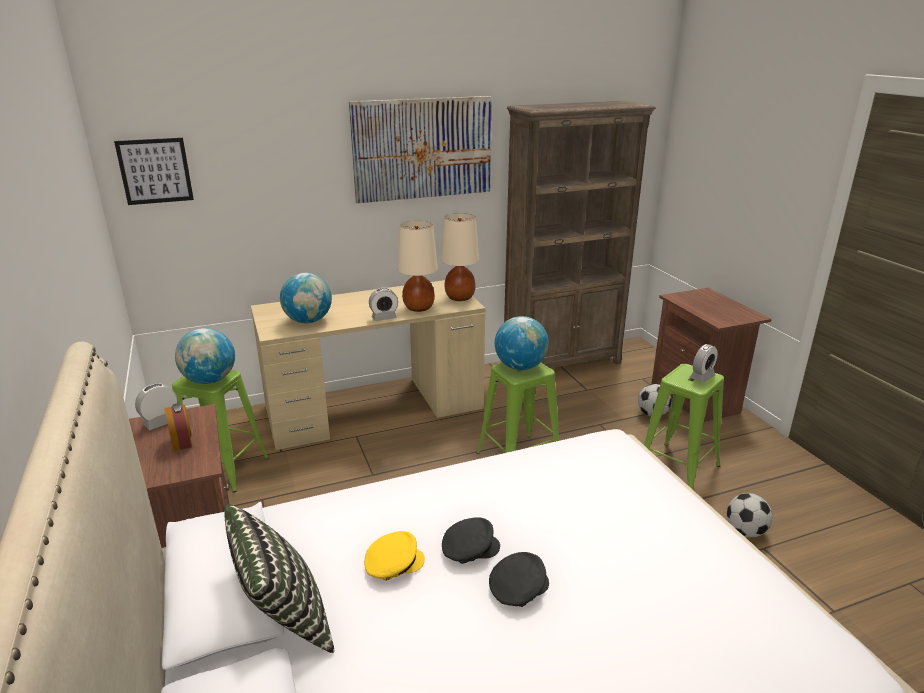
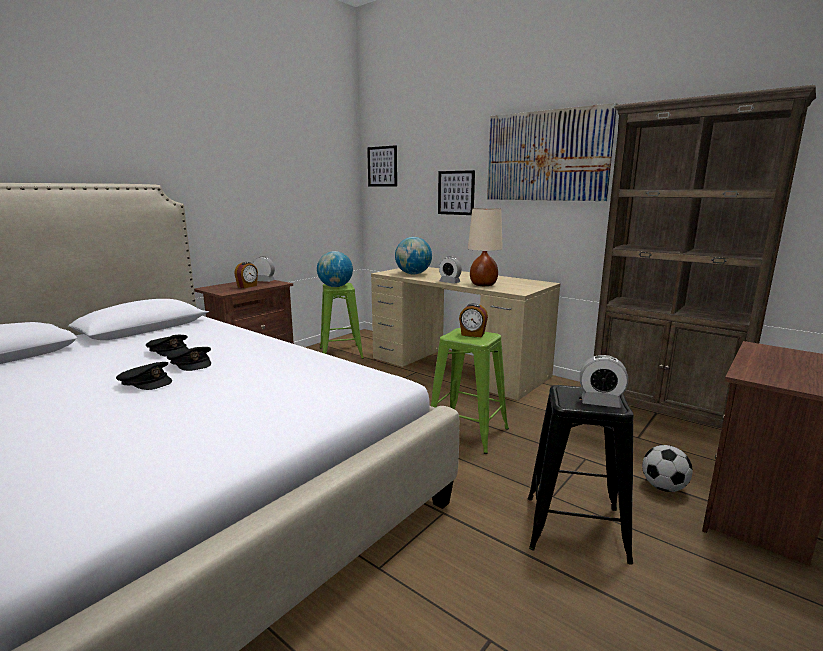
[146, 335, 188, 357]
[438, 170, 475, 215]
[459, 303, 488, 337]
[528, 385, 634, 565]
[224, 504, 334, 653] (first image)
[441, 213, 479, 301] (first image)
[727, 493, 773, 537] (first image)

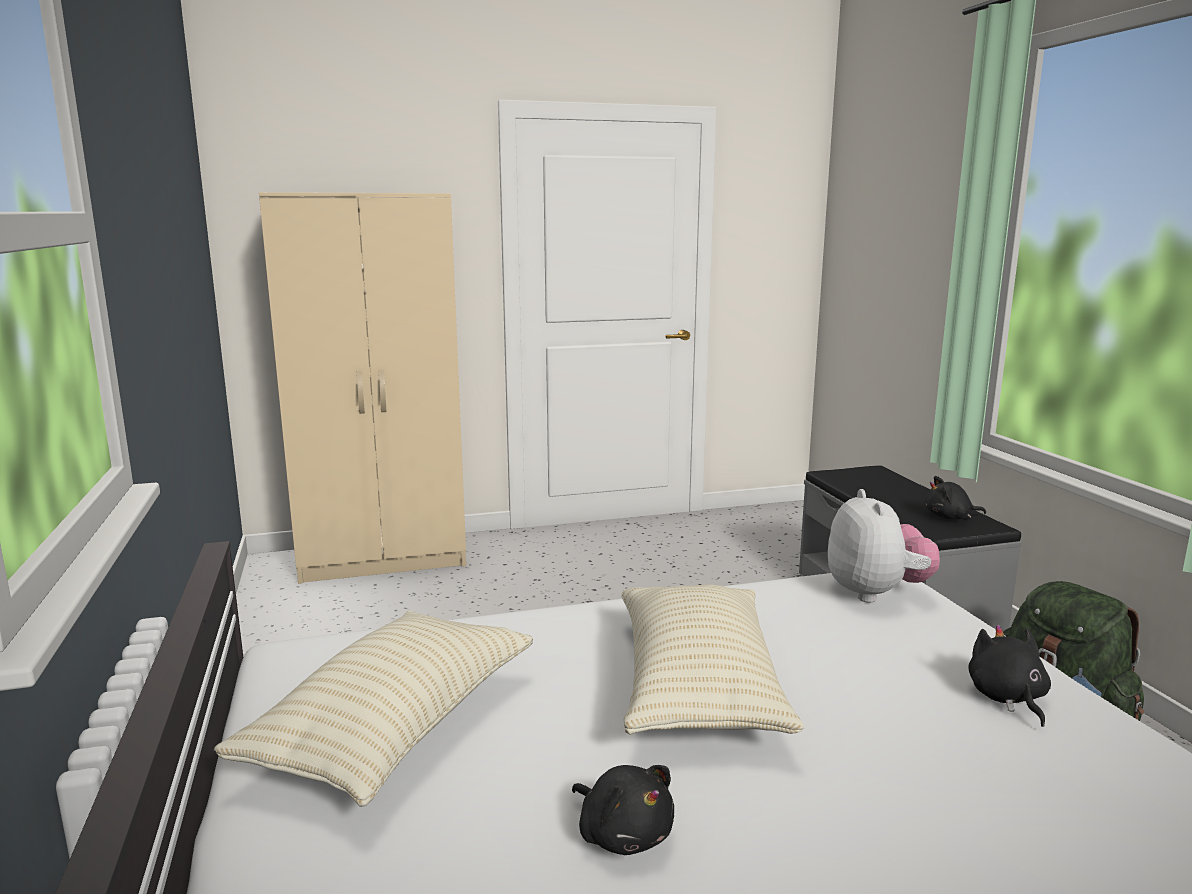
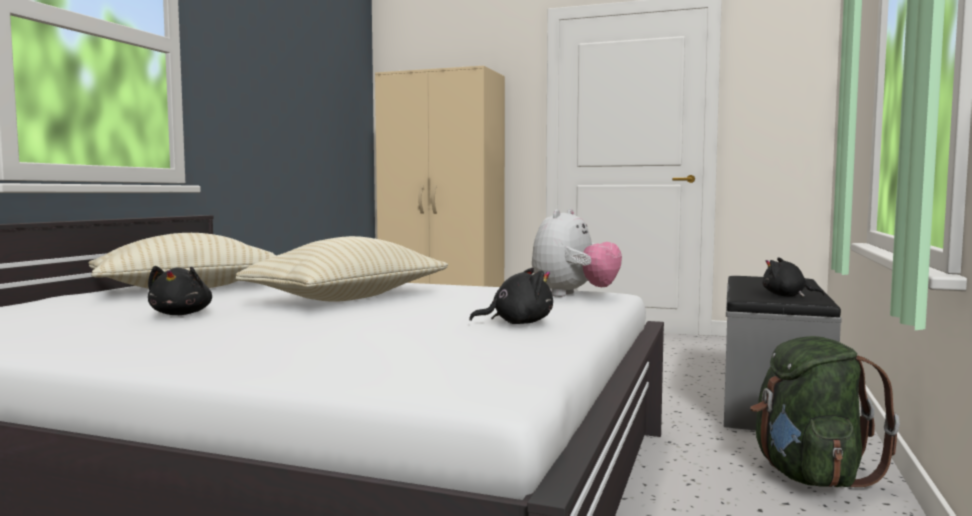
[469, 268, 553, 324]

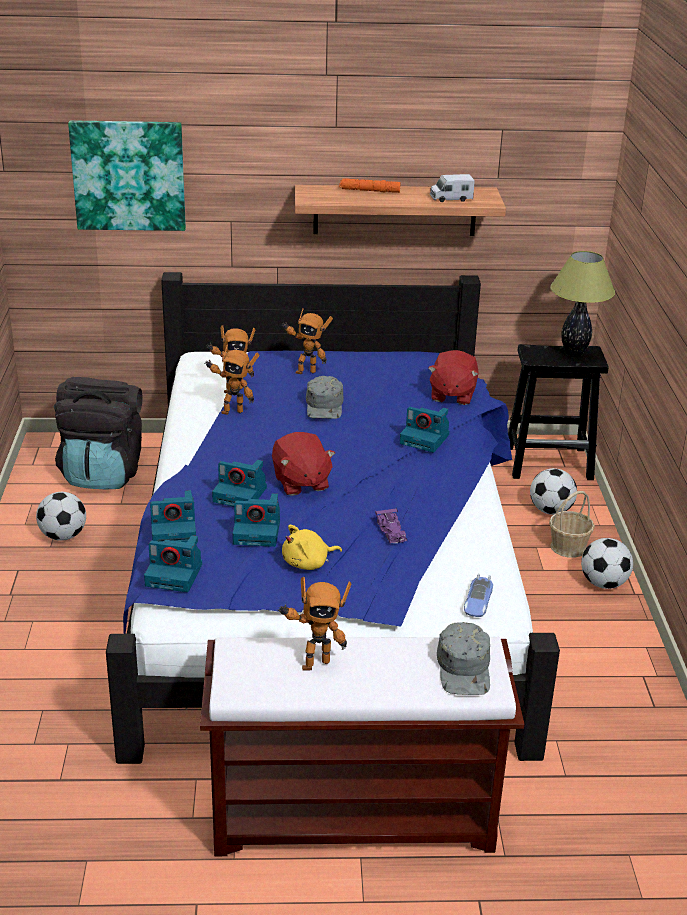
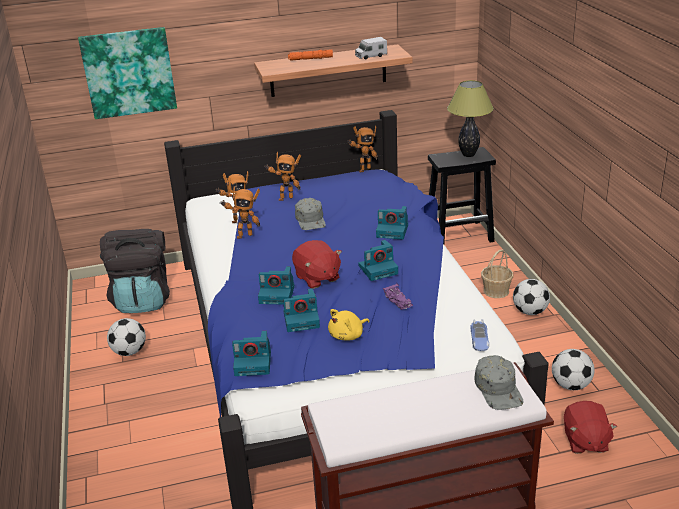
[347, 126, 378, 173]
[358, 240, 398, 281]
[552, 349, 594, 390]
[564, 401, 617, 454]

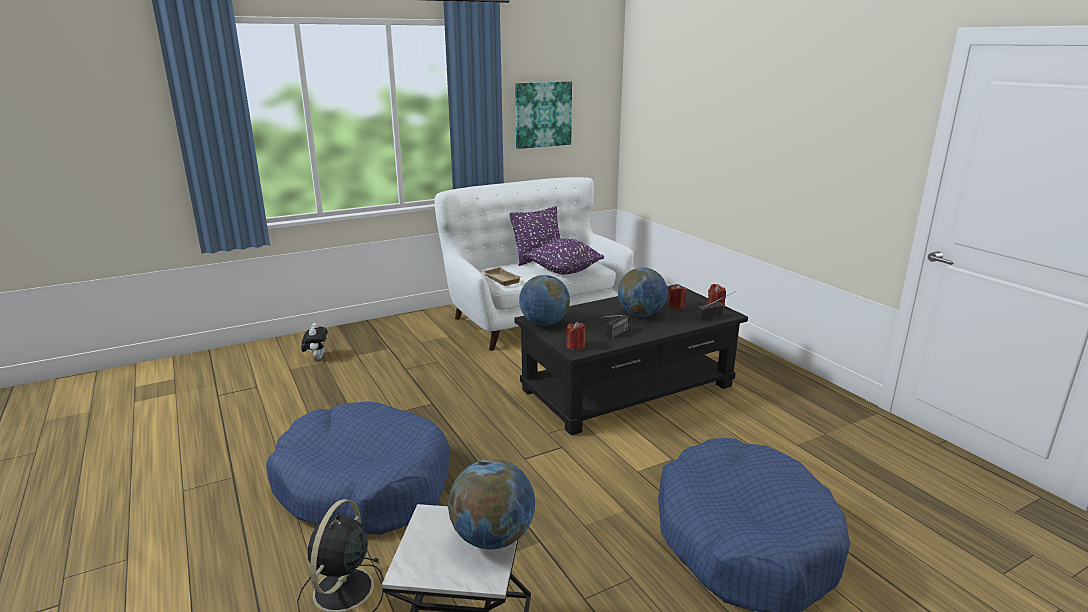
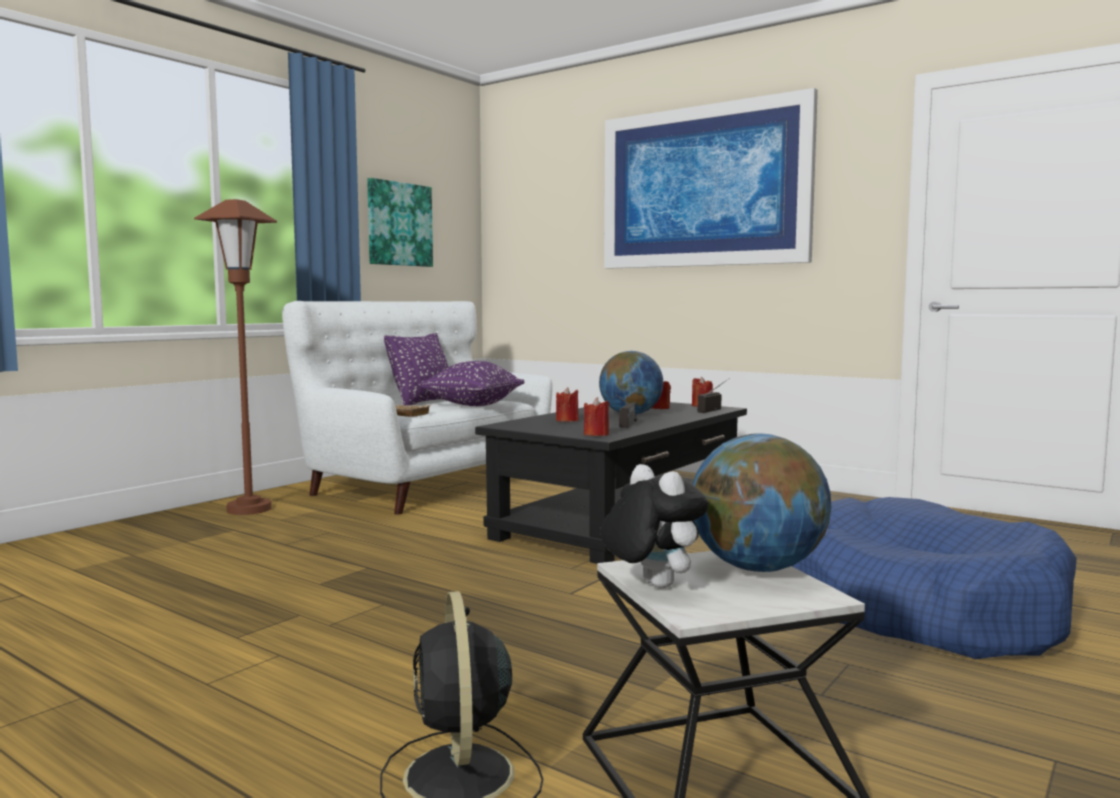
[194, 199, 277, 515]
[556, 387, 579, 422]
[600, 464, 708, 588]
[604, 88, 818, 269]
[266, 401, 449, 535] (first image)
[519, 275, 570, 326] (first image)

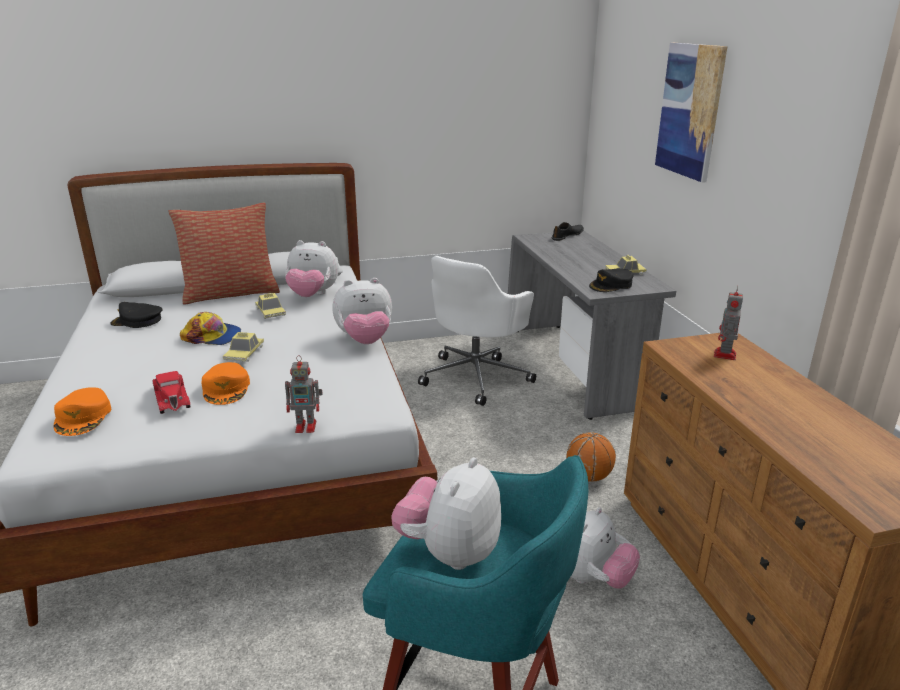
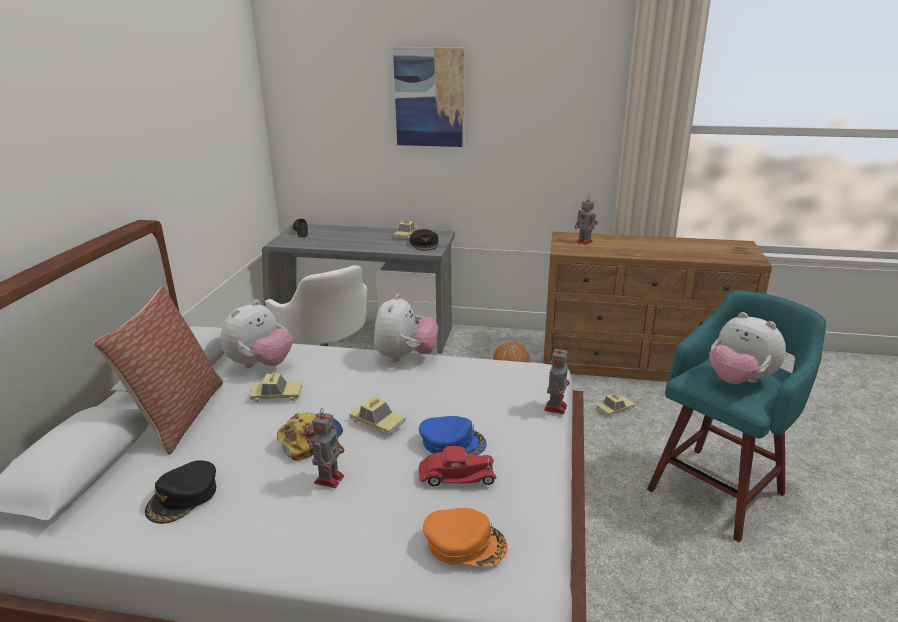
[312, 408, 344, 488]
[419, 416, 487, 455]
[596, 393, 635, 417]

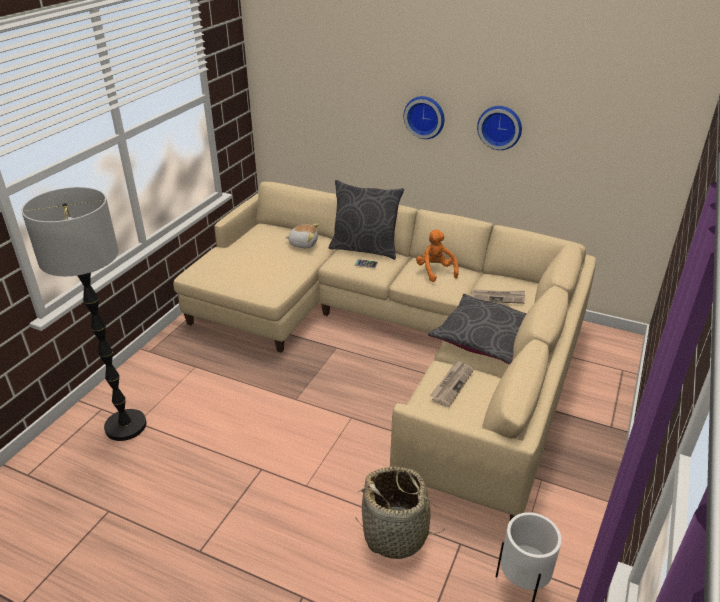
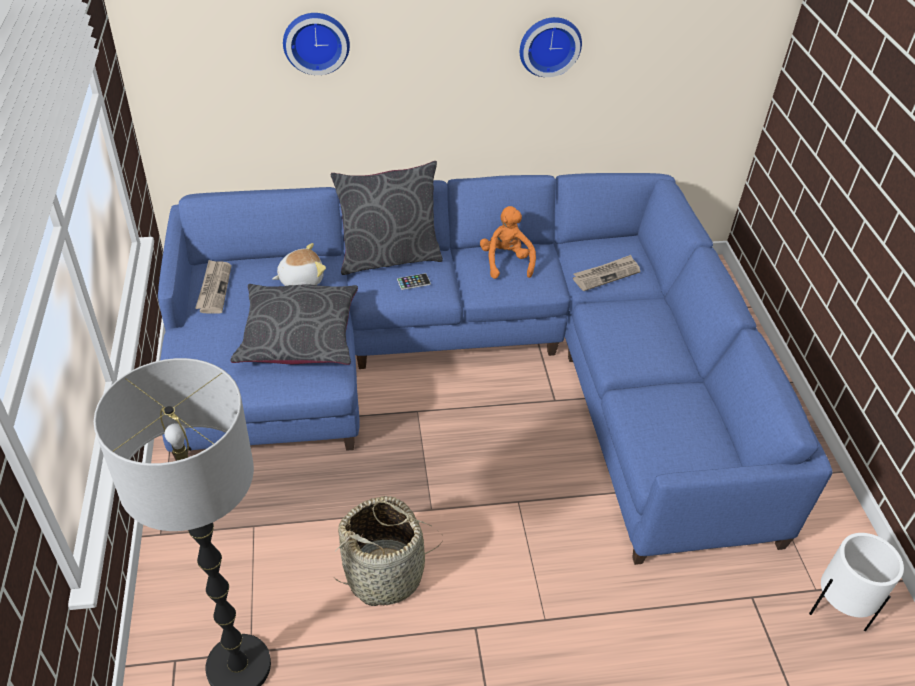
[158, 173, 833, 565]
[195, 260, 231, 314]
[230, 284, 358, 365]
[283, 13, 350, 75]
[335, 496, 443, 606]
[480, 206, 536, 279]

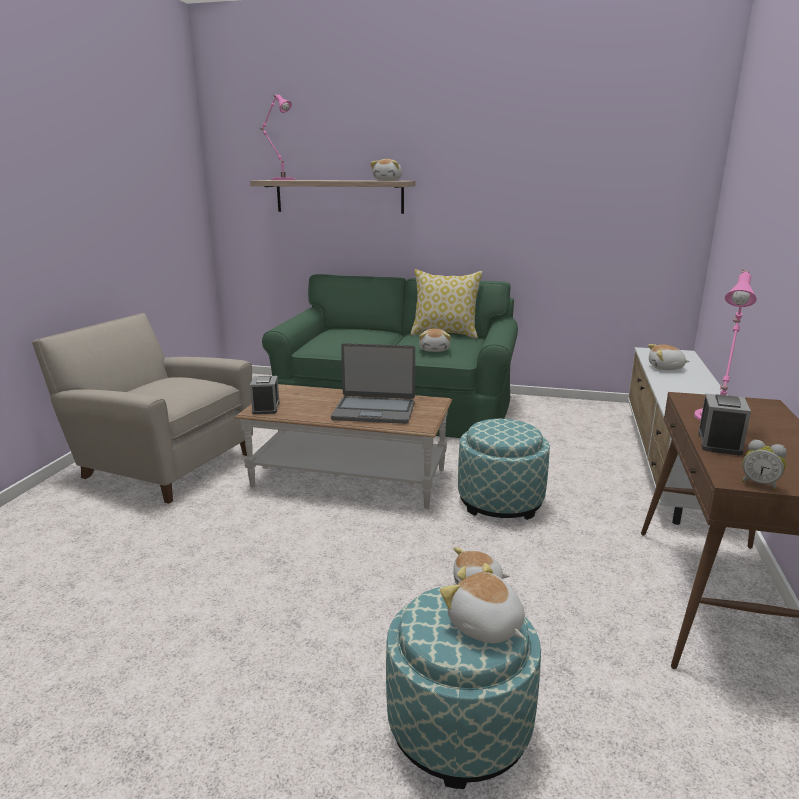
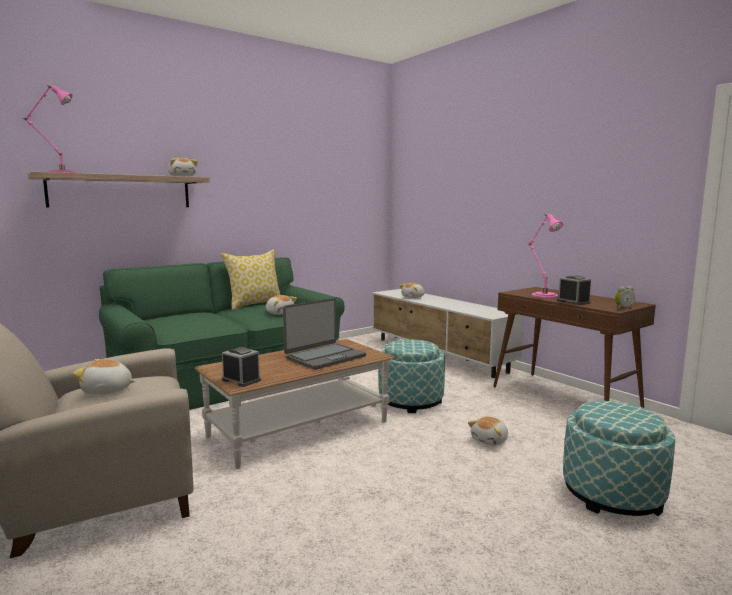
[73, 359, 136, 395]

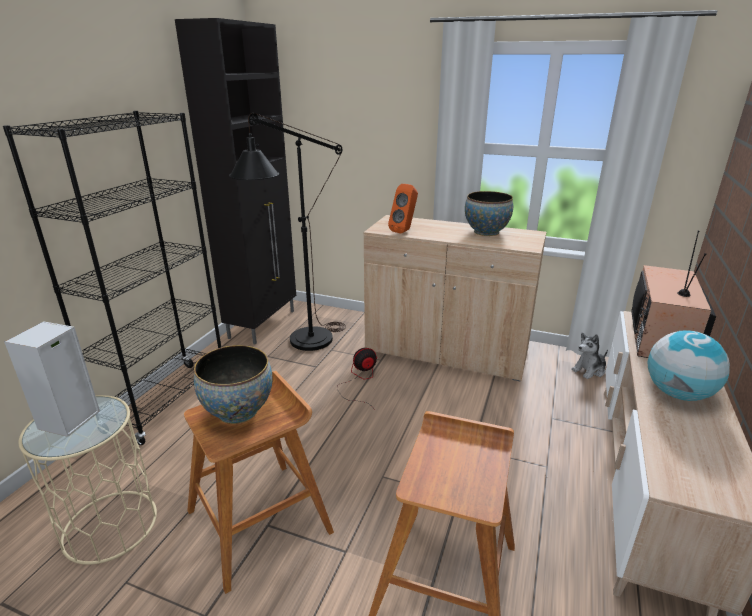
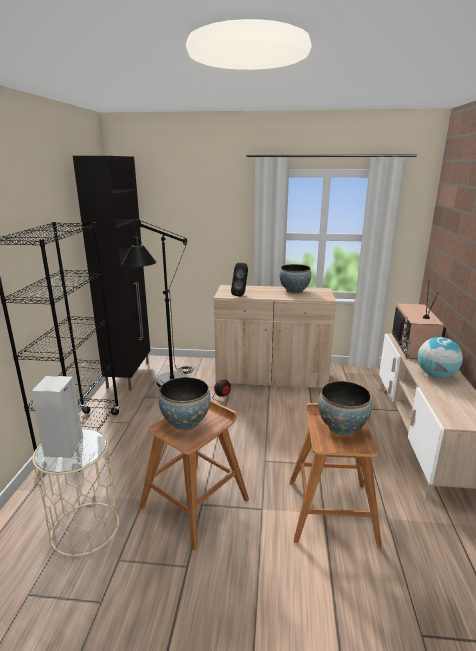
[231, 263, 248, 296]
[318, 381, 372, 435]
[571, 333, 608, 379] (first image)

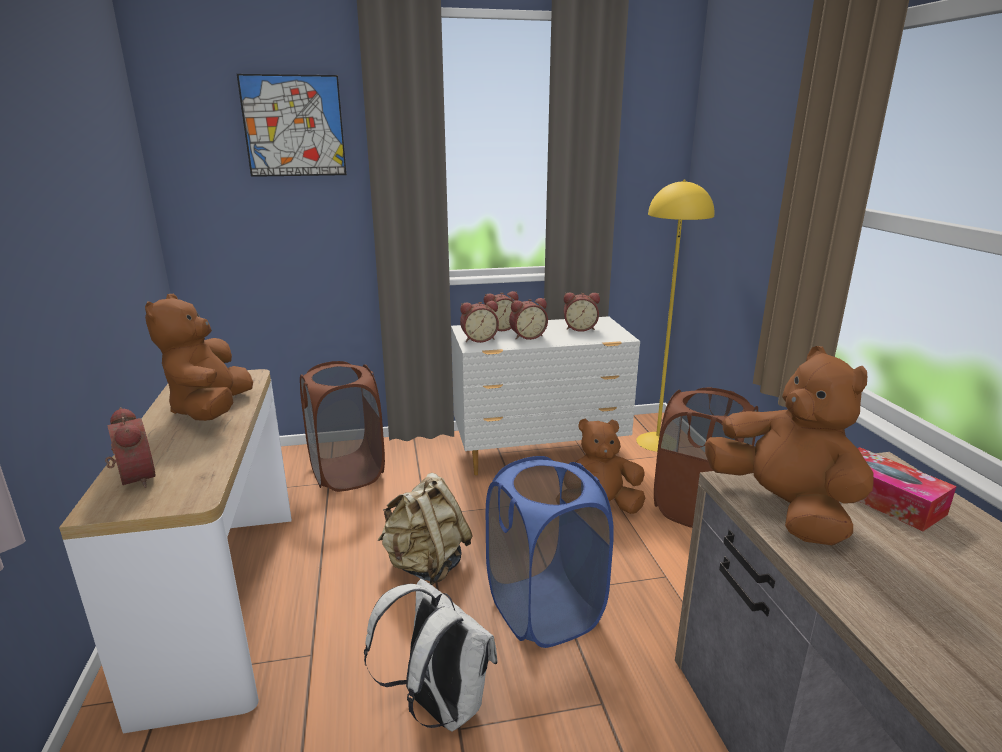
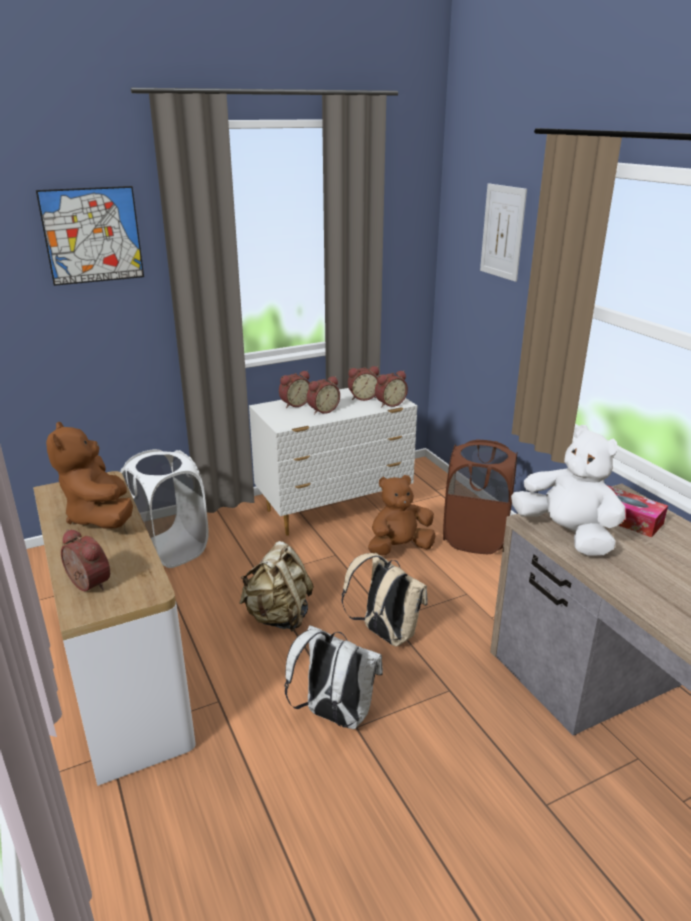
[120, 449, 209, 568]
[342, 553, 428, 647]
[375, 371, 408, 407]
[480, 183, 527, 282]
[511, 425, 626, 556]
[636, 180, 714, 452] (first image)

